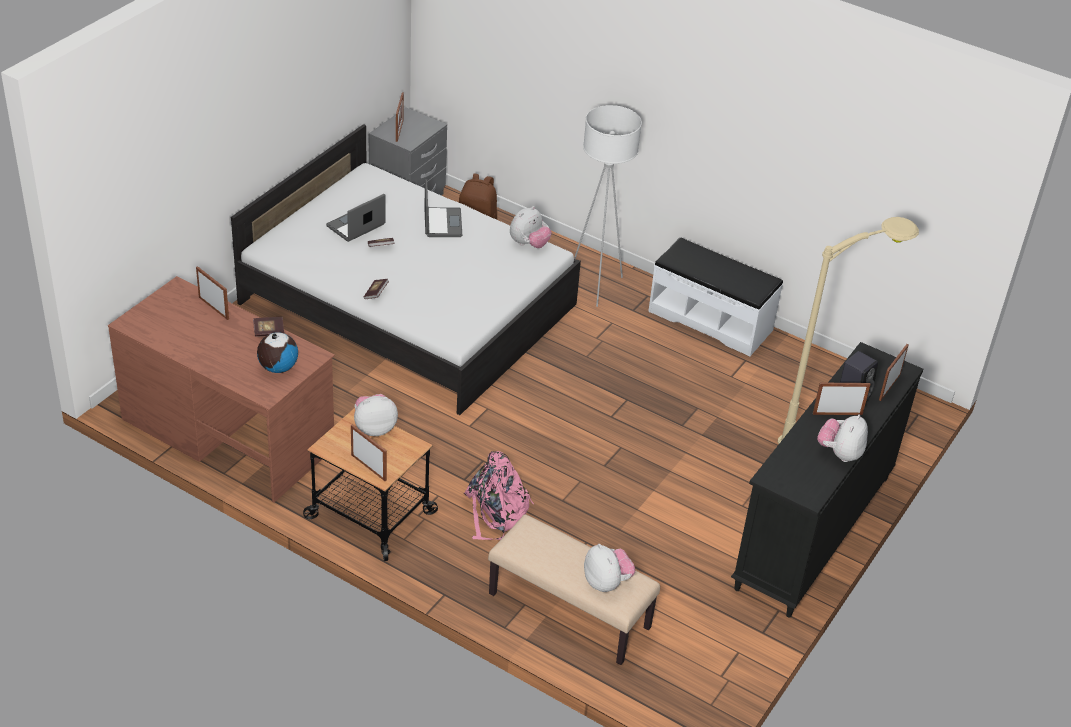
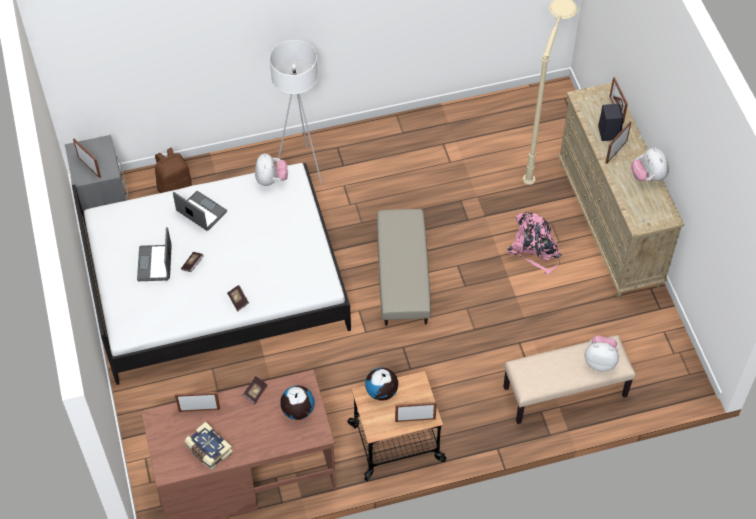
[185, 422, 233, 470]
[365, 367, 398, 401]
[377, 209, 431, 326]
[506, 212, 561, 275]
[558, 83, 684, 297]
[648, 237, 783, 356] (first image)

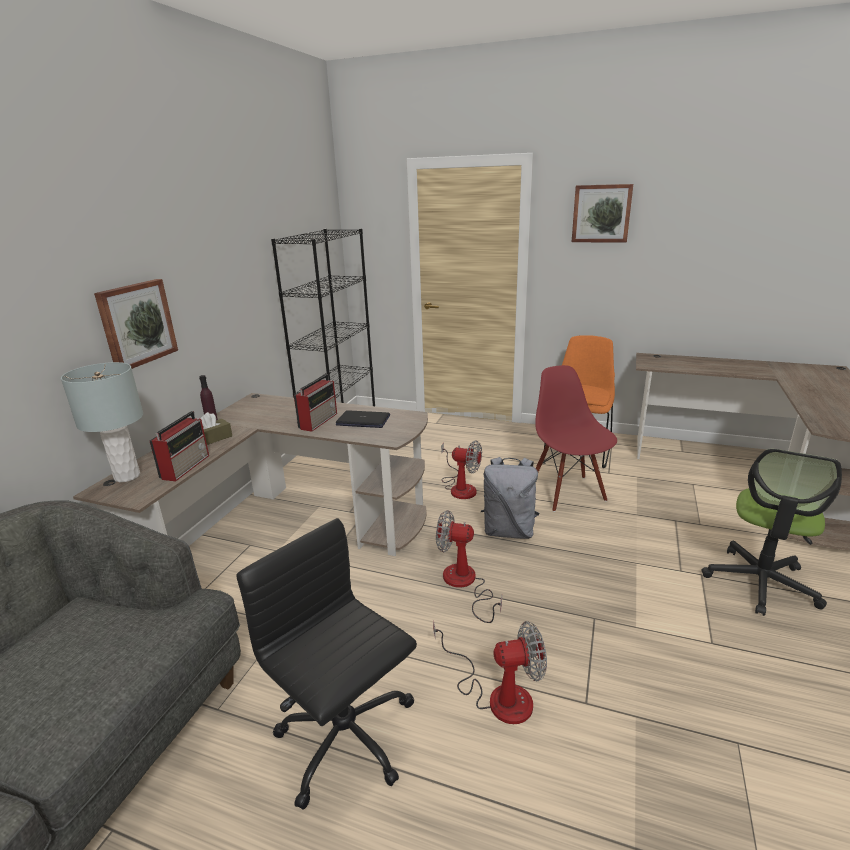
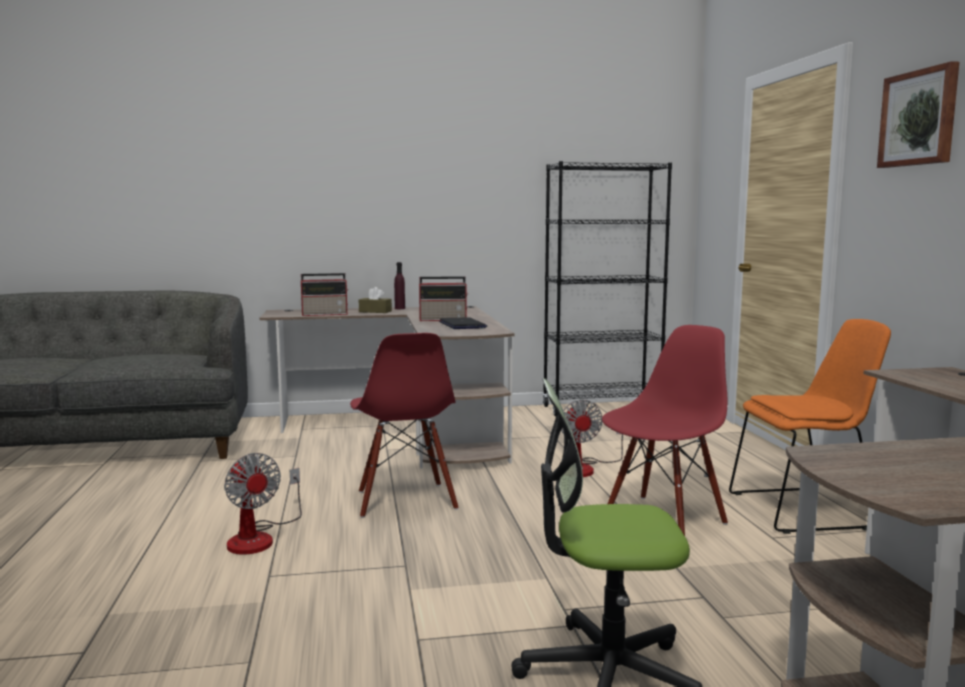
[350, 333, 459, 518]
[61, 362, 143, 482] (first image)
[94, 279, 178, 369] (first image)
[237, 518, 417, 810] (first image)
[481, 457, 540, 539] (first image)

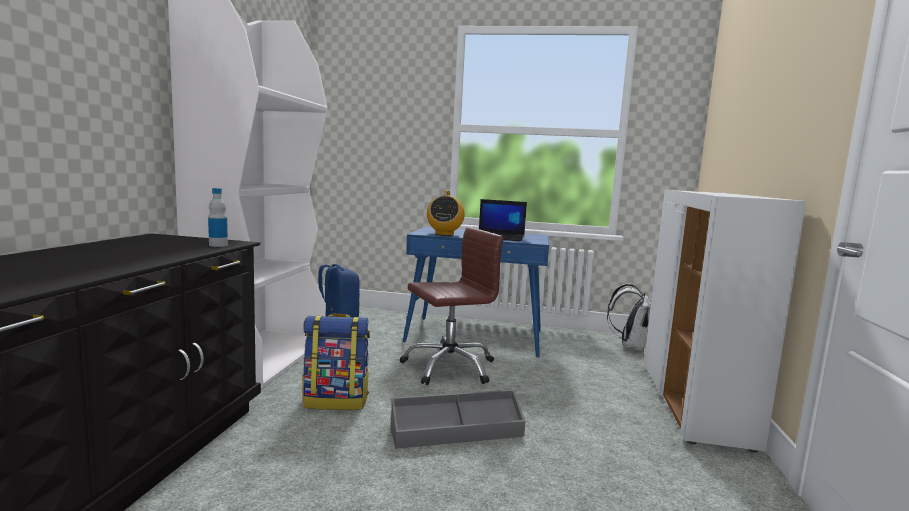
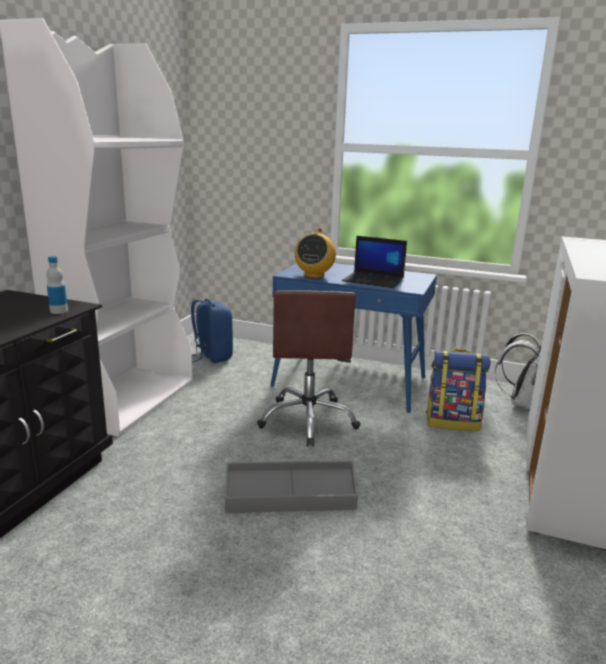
[257, 290, 360, 446]
[426, 349, 491, 431]

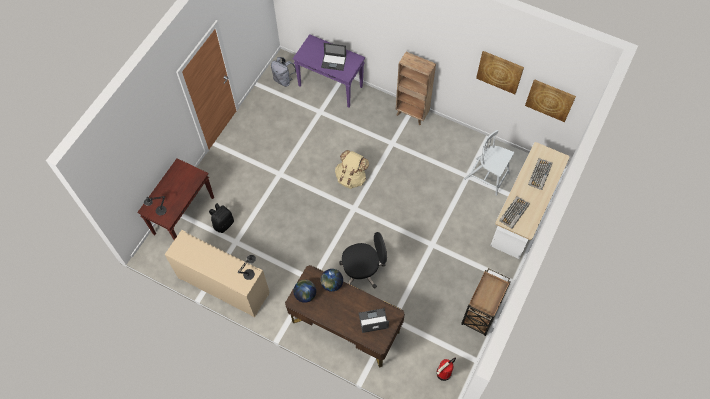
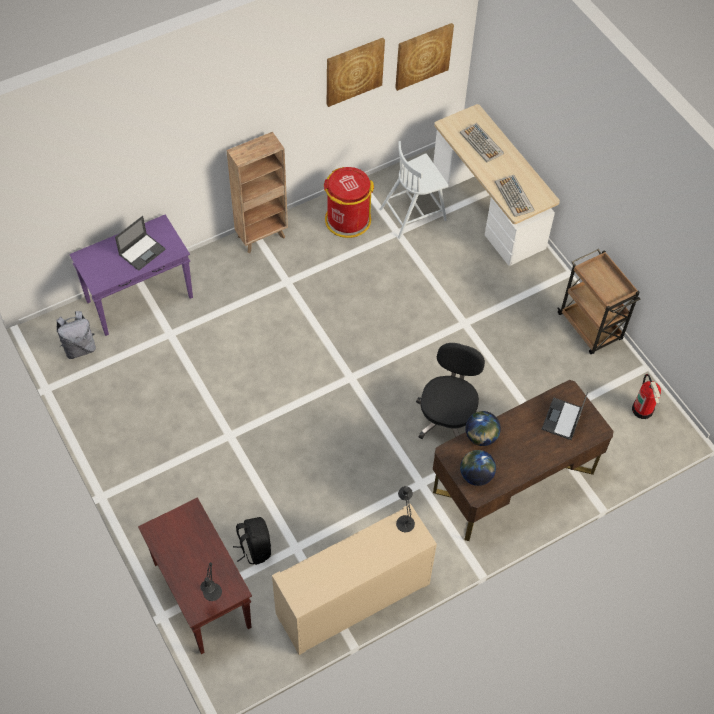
[324, 167, 374, 238]
[335, 150, 369, 189] (first image)

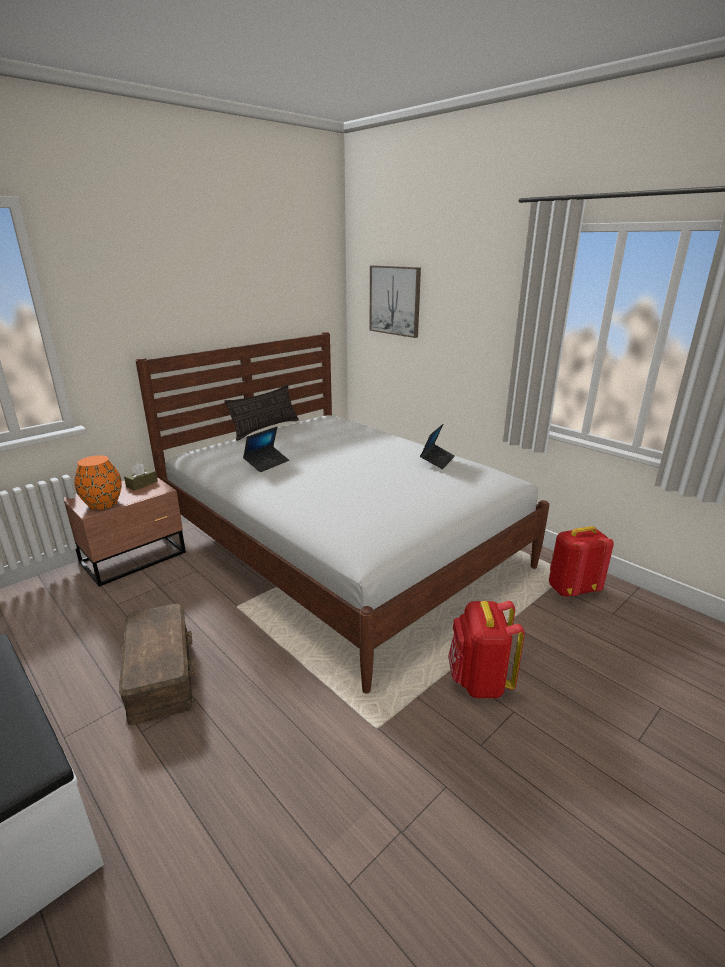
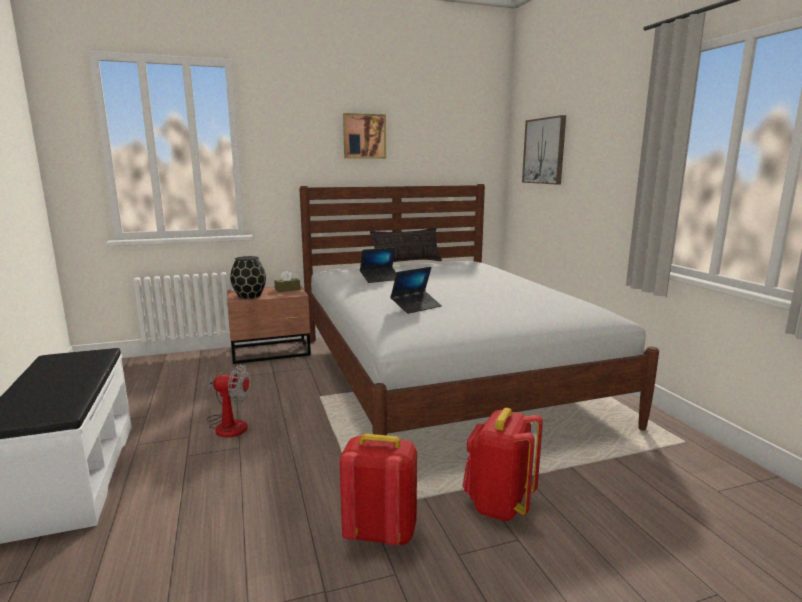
[207, 364, 251, 438]
[230, 256, 266, 299]
[340, 434, 417, 545]
[343, 113, 386, 159]
[390, 267, 442, 314]

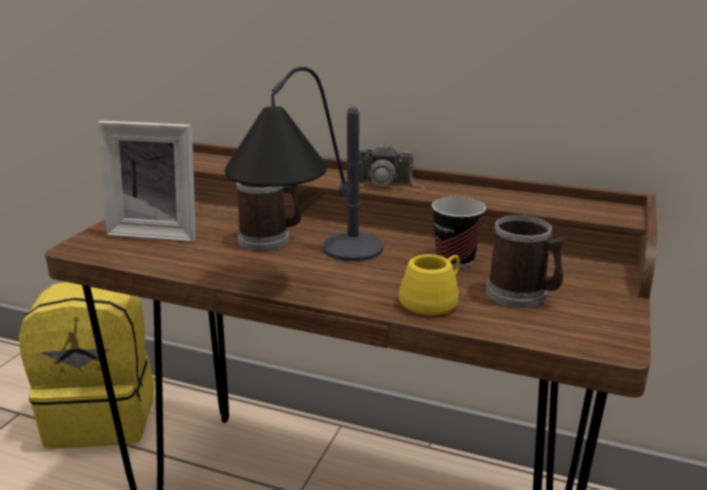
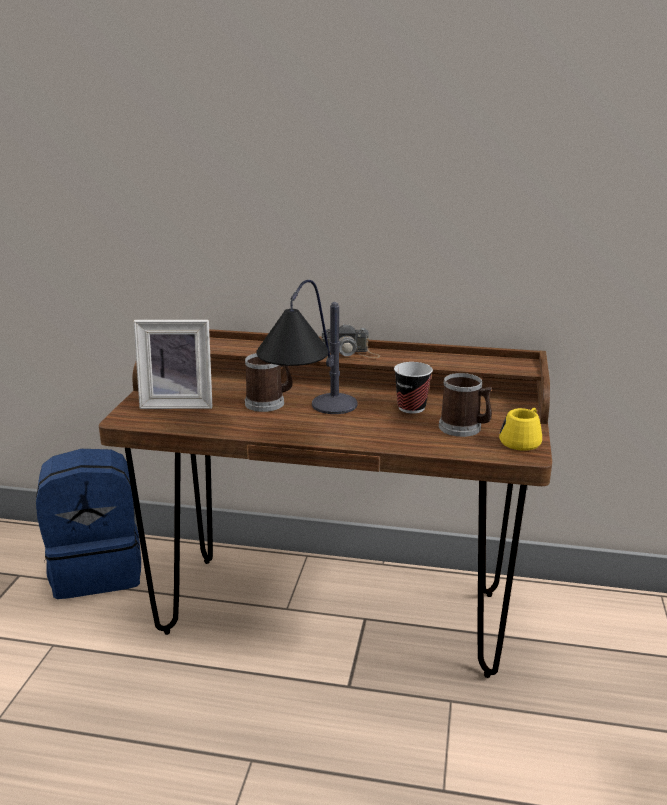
[36, 449, 141, 599]
[499, 407, 542, 451]

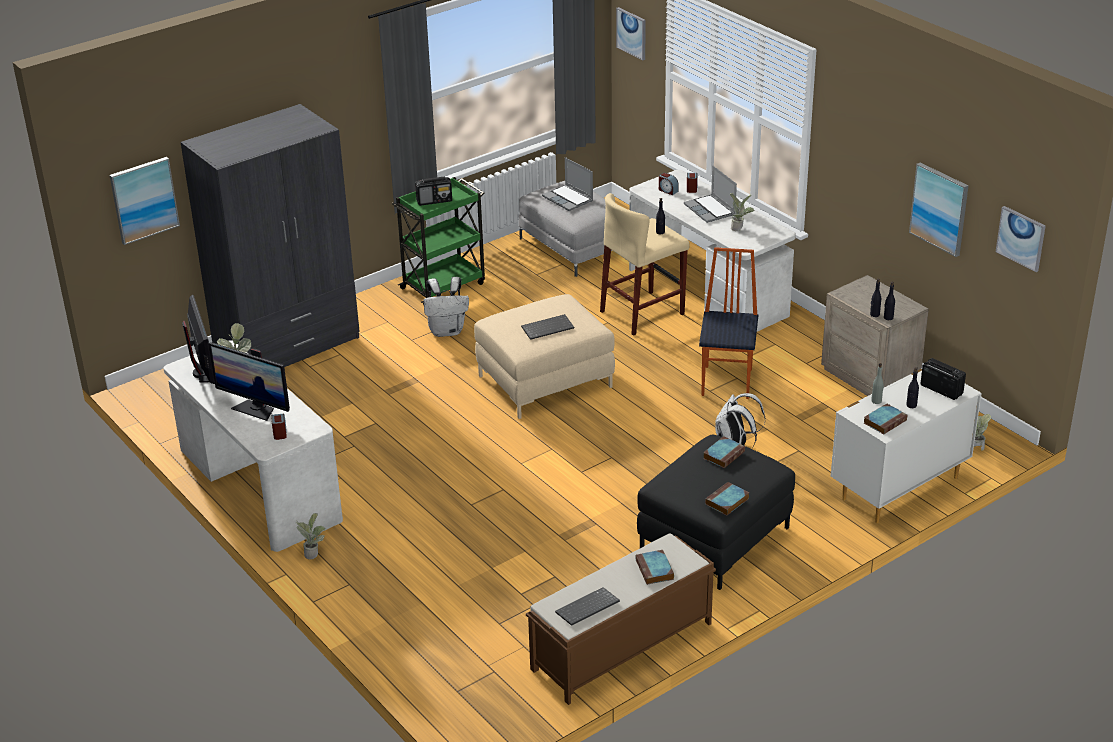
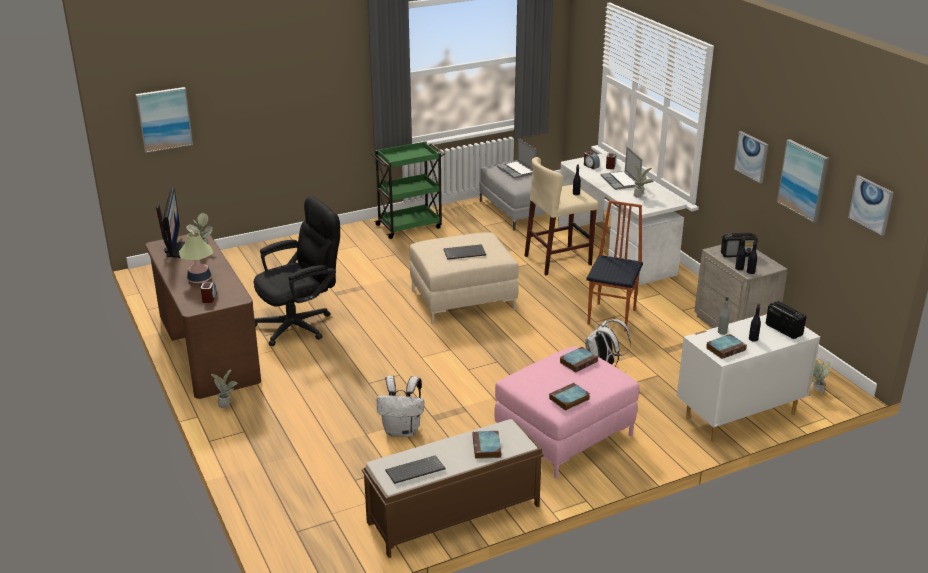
[145, 231, 261, 399]
[179, 232, 213, 283]
[253, 196, 340, 346]
[377, 376, 424, 437]
[494, 346, 639, 479]
[721, 233, 758, 257]
[734, 131, 768, 184]
[180, 104, 360, 367] (first image)

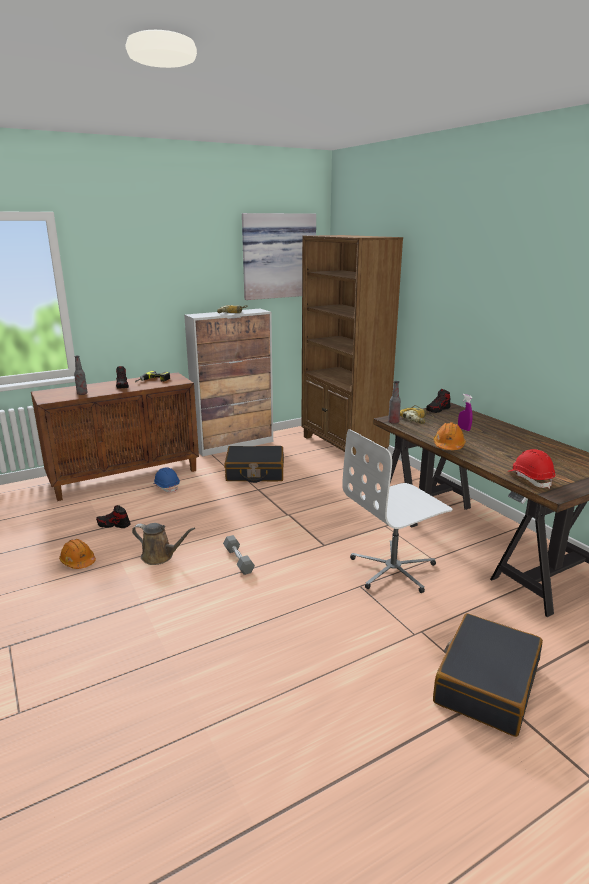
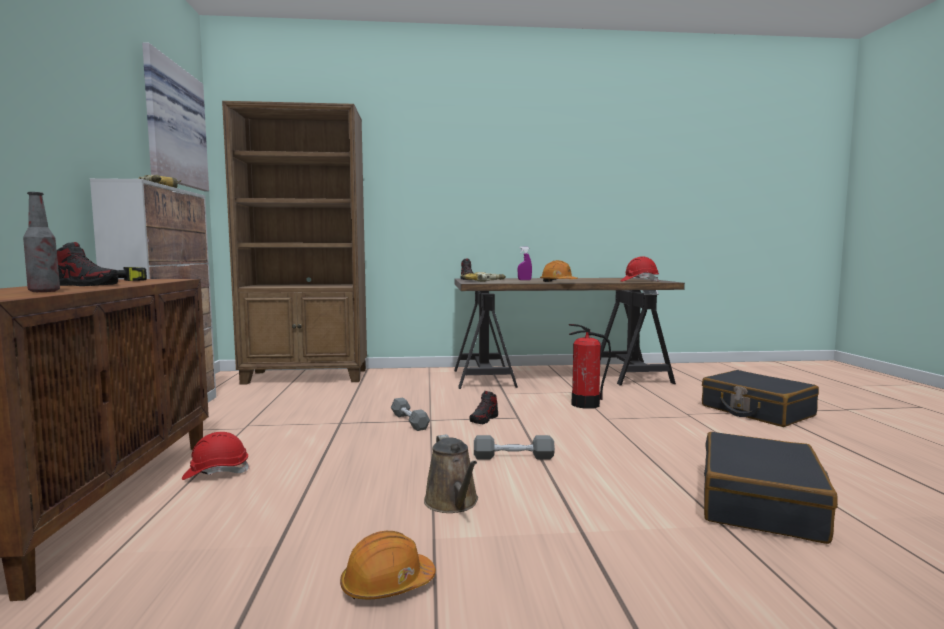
[182, 432, 250, 480]
[391, 398, 430, 431]
[424, 434, 478, 513]
[470, 391, 498, 424]
[569, 324, 611, 409]
[704, 432, 838, 544]
[388, 381, 401, 424] (first image)

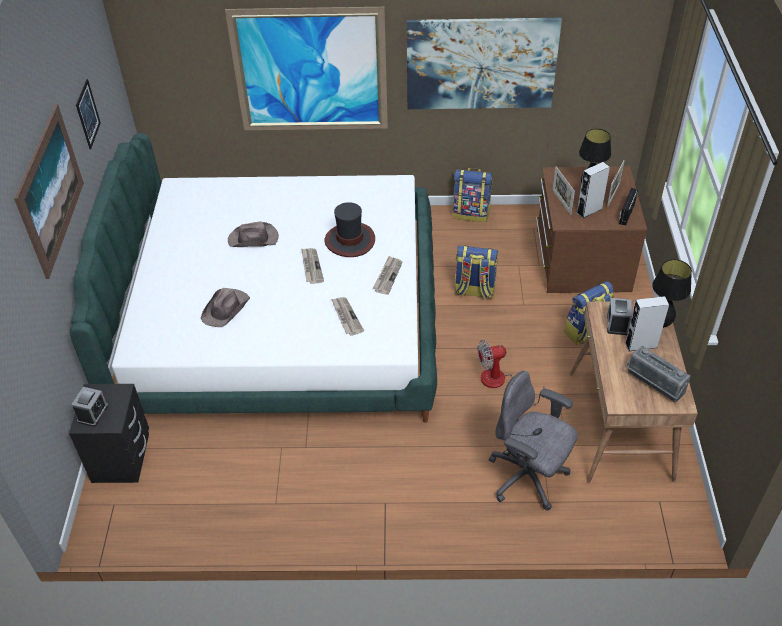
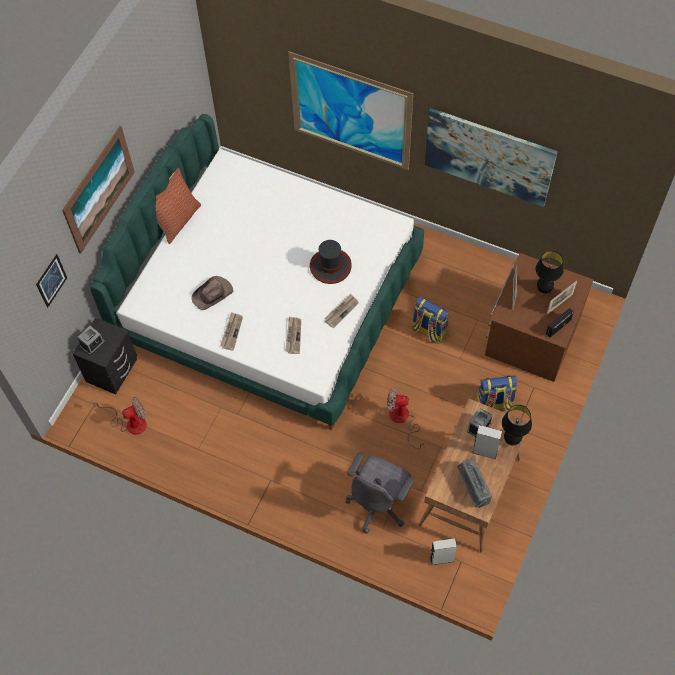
[36, 254, 67, 307]
[91, 397, 147, 435]
[156, 168, 201, 244]
[220, 312, 243, 350]
[346, 452, 414, 533]
[430, 538, 457, 565]
[228, 221, 279, 247] (first image)
[453, 168, 492, 222] (first image)

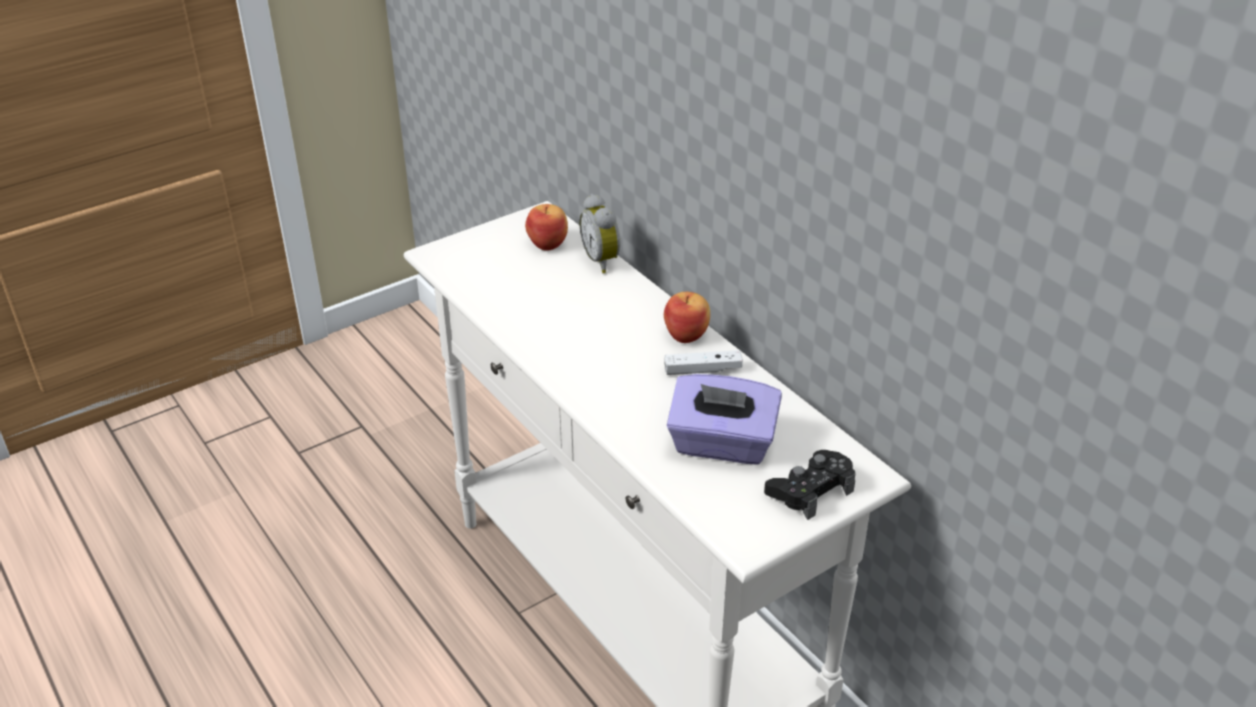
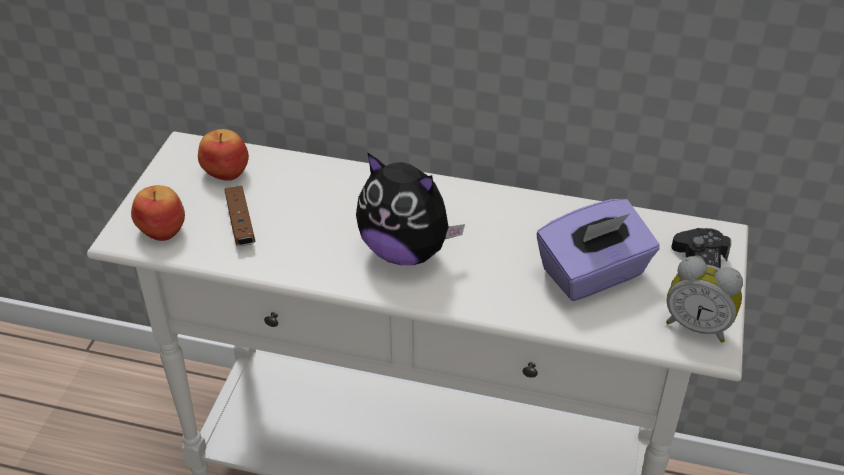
[131, 185, 185, 241]
[225, 186, 256, 246]
[356, 152, 465, 265]
[666, 256, 743, 343]
[664, 350, 743, 375] (first image)

